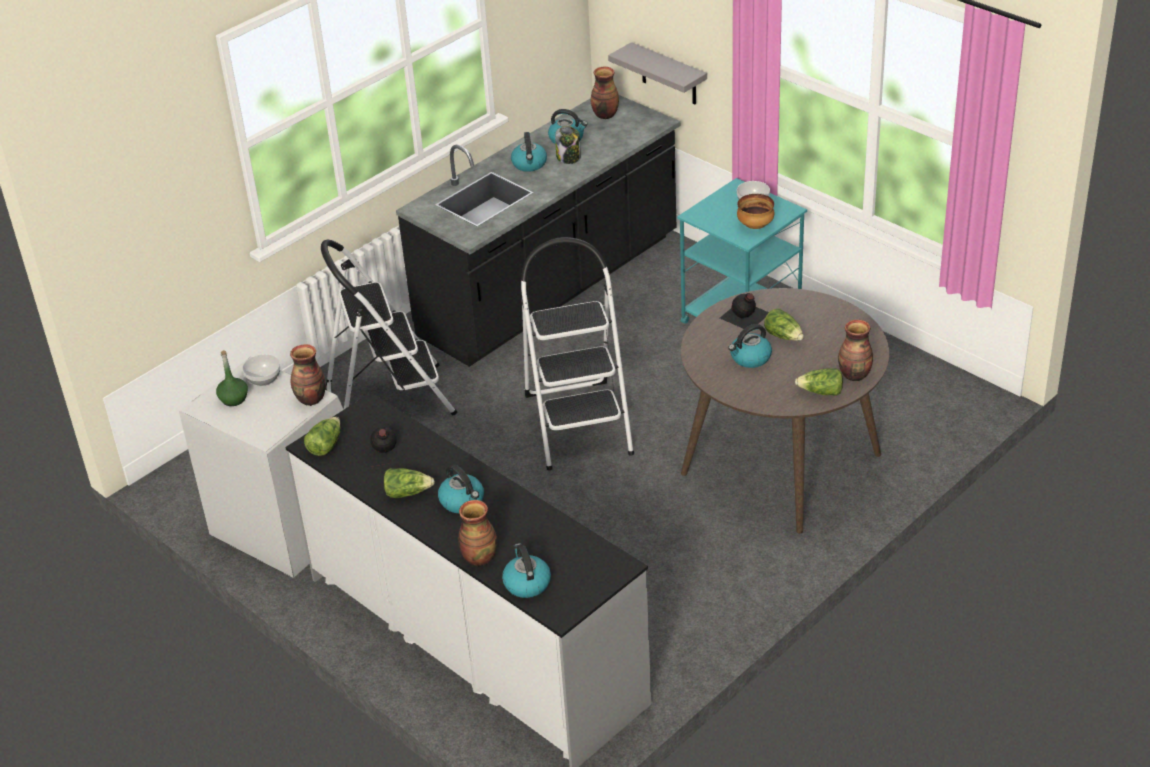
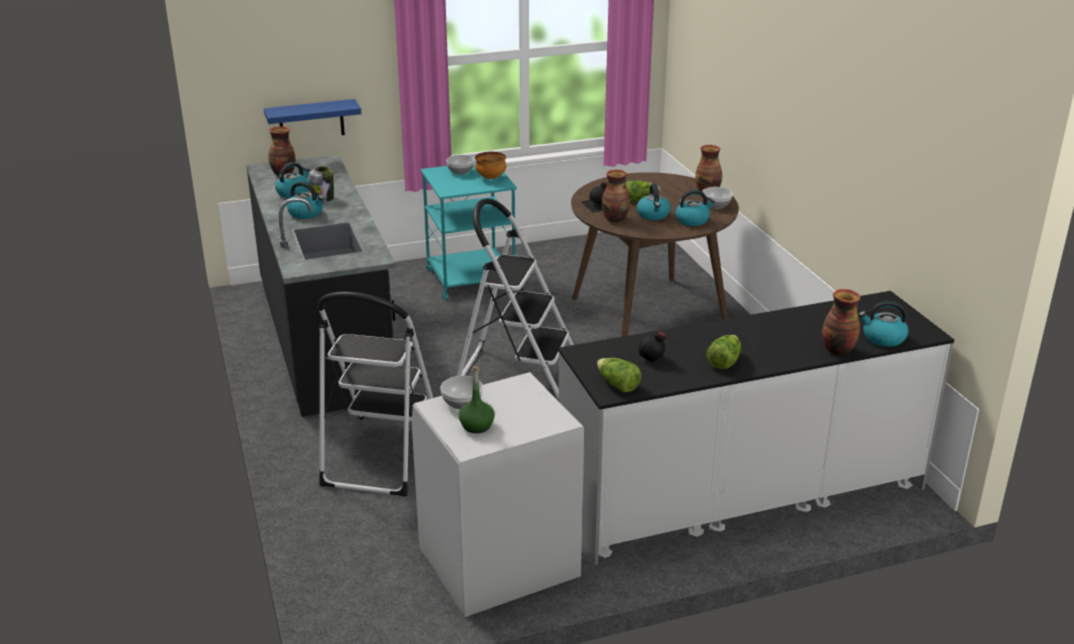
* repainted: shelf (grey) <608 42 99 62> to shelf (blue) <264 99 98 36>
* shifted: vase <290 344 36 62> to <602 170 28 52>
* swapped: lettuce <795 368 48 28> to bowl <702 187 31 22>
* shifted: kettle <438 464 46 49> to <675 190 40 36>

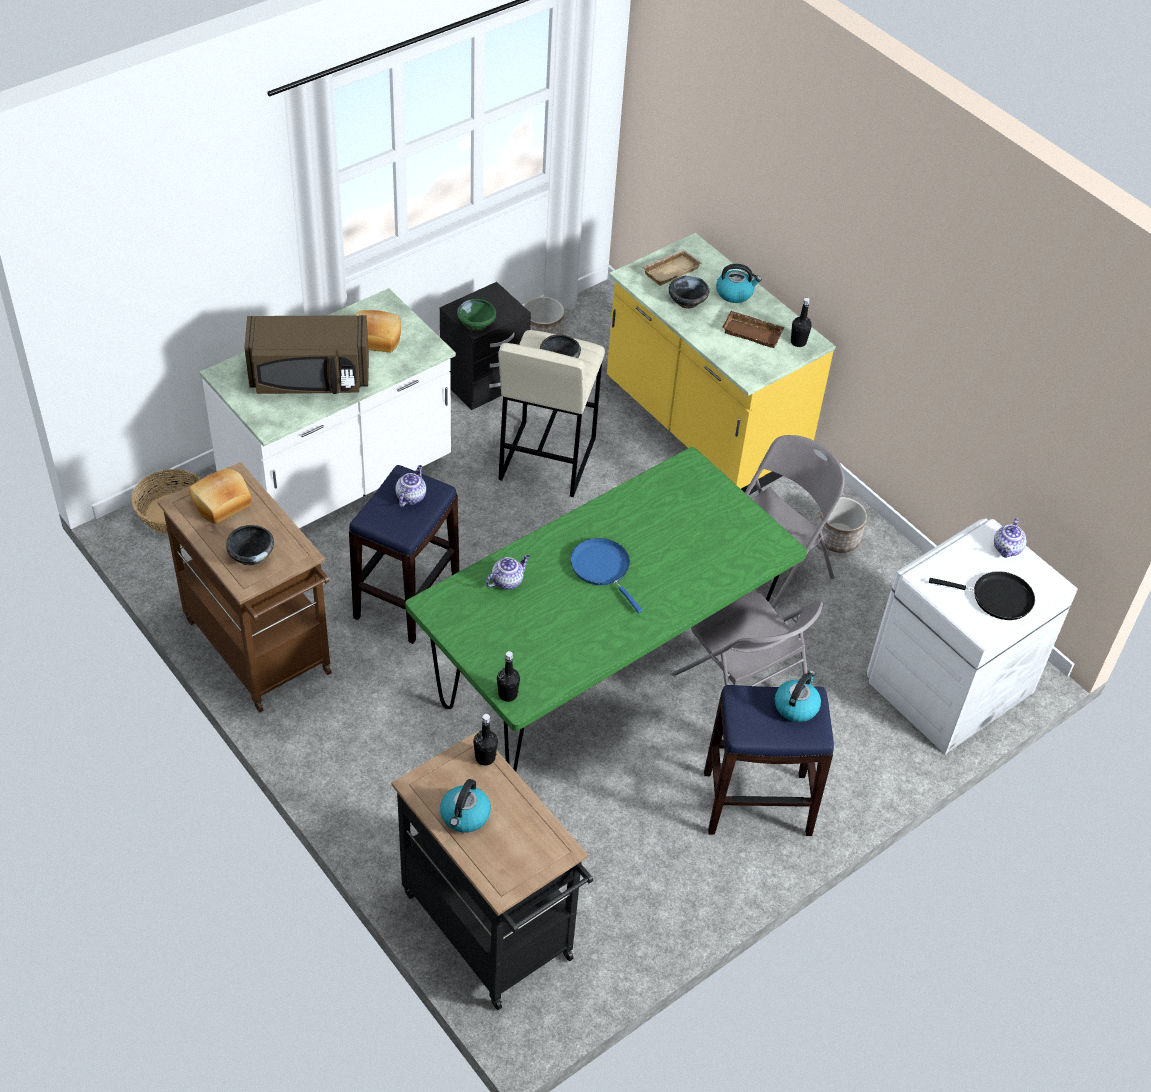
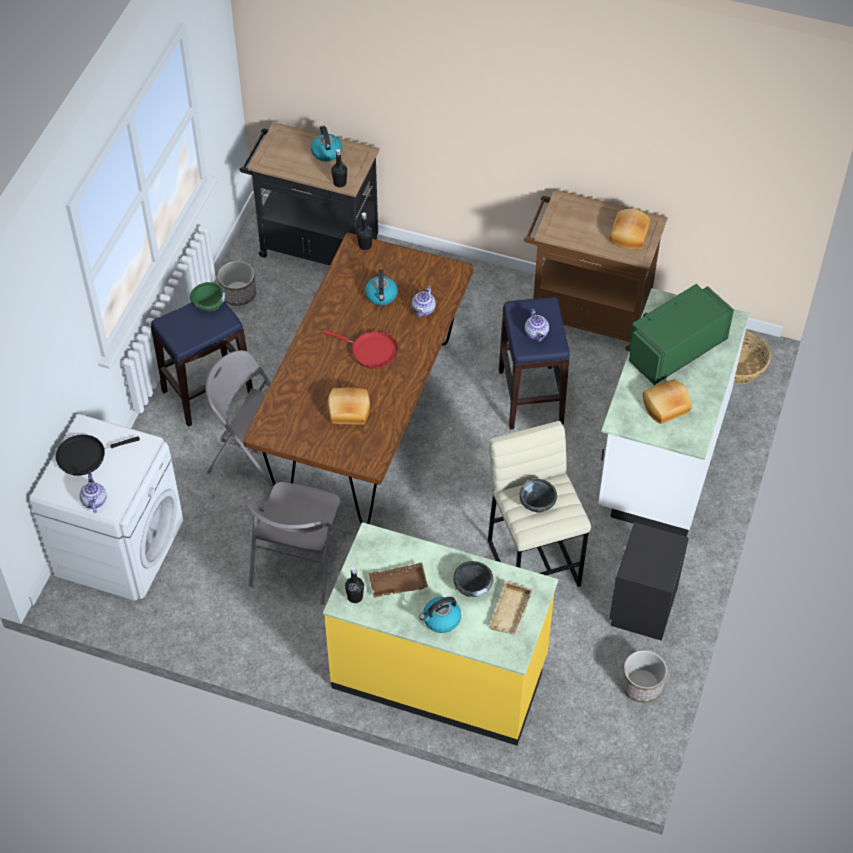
* shifted: bowl (green) <457 299 39 32> to <190 282 35 30>
* repainted: microwave (brown) <244 315 125 79> to microwave (green) <628 284 106 101>
* repainted: dining table (green) <406 447 401 325> to dining table (brown) <243 233 231 291>
* shifted: planter <817 497 50 56> to <218 261 38 45>
* gone: bowl (black) <226 525 48 41>
* repainted: frying pan (blue) <570 538 73 75> to frying pan (red) <323 330 75 39>
* shifted: kettle <774 670 47 52> to <365 270 33 35>
* new: bread <328 387 42 38>

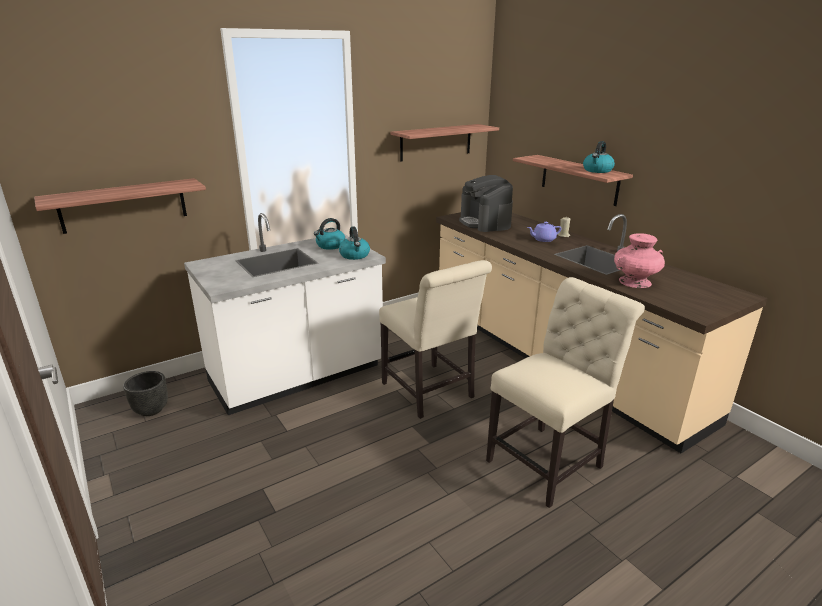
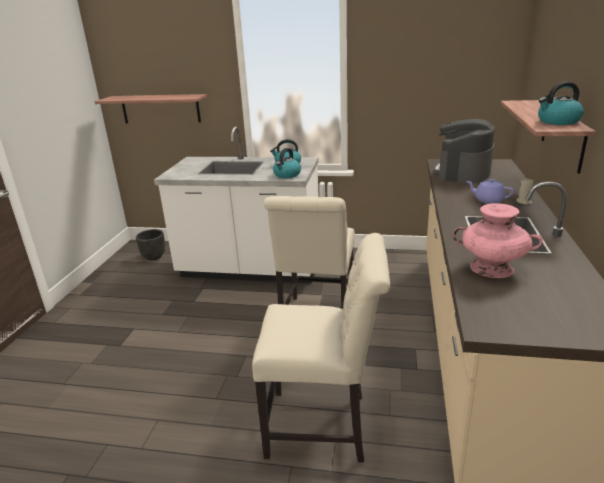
* gone: shelf <391 124 108 38>

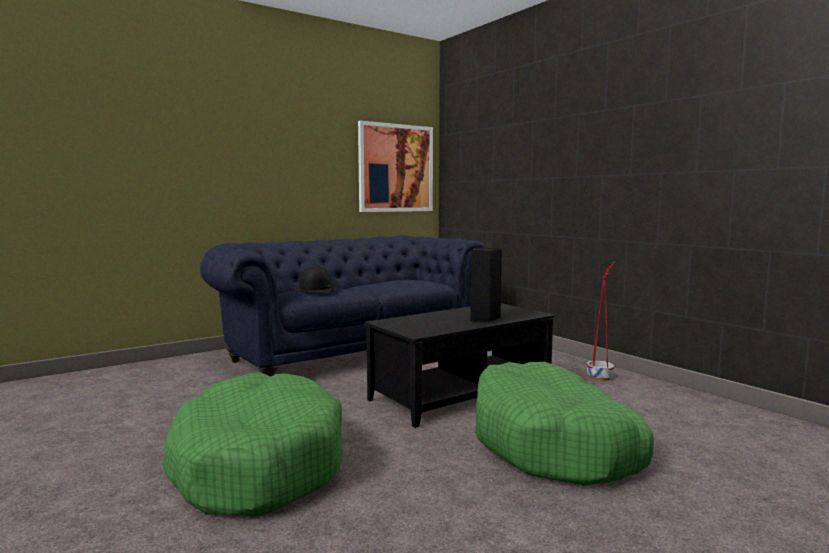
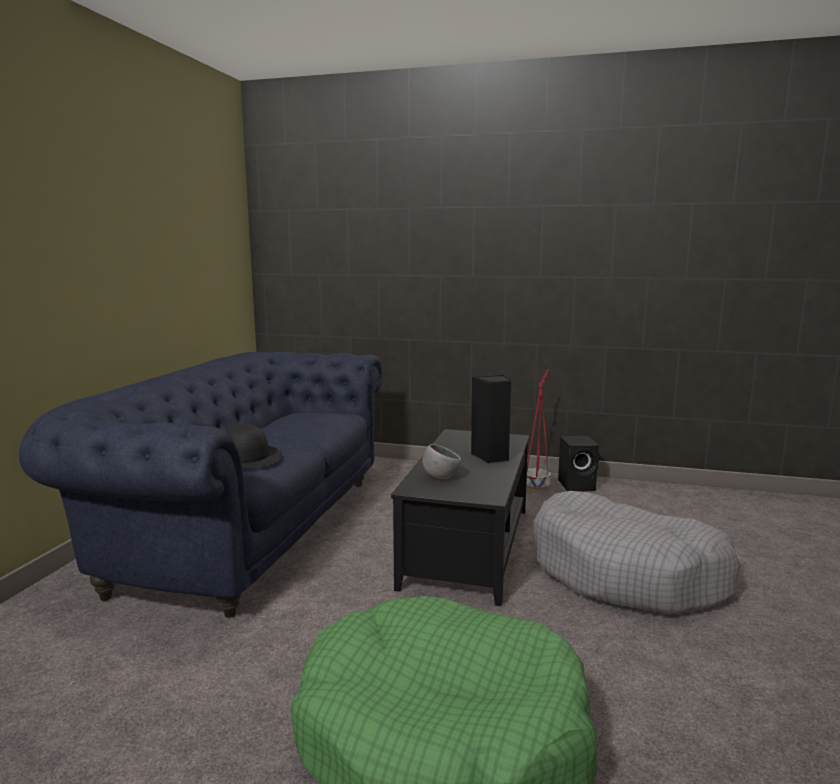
* gone: picture <358 121 75 91>
* repainted: dog bed (green) <475 362 179 124> to dog bed (grey) <533 491 208 124>
* new: speaker (black) <558 436 41 56>
* new: bowl (grey) <423 444 38 35>

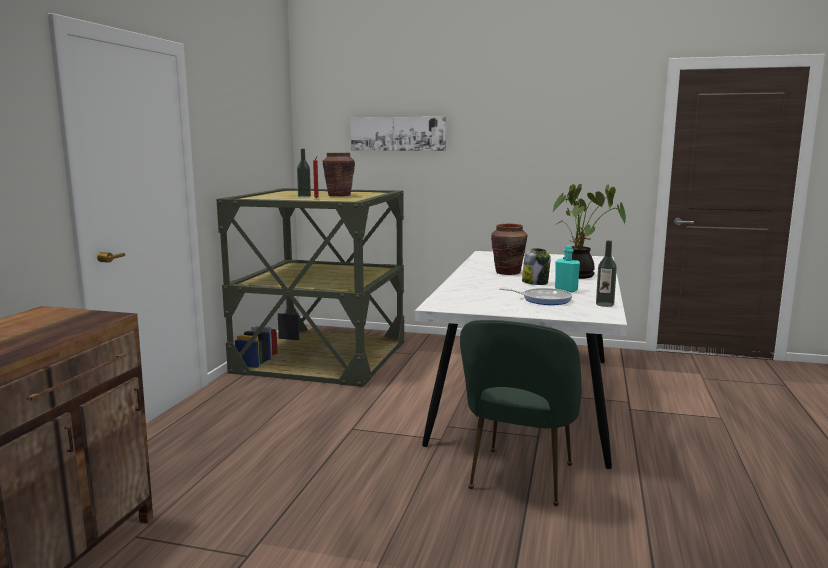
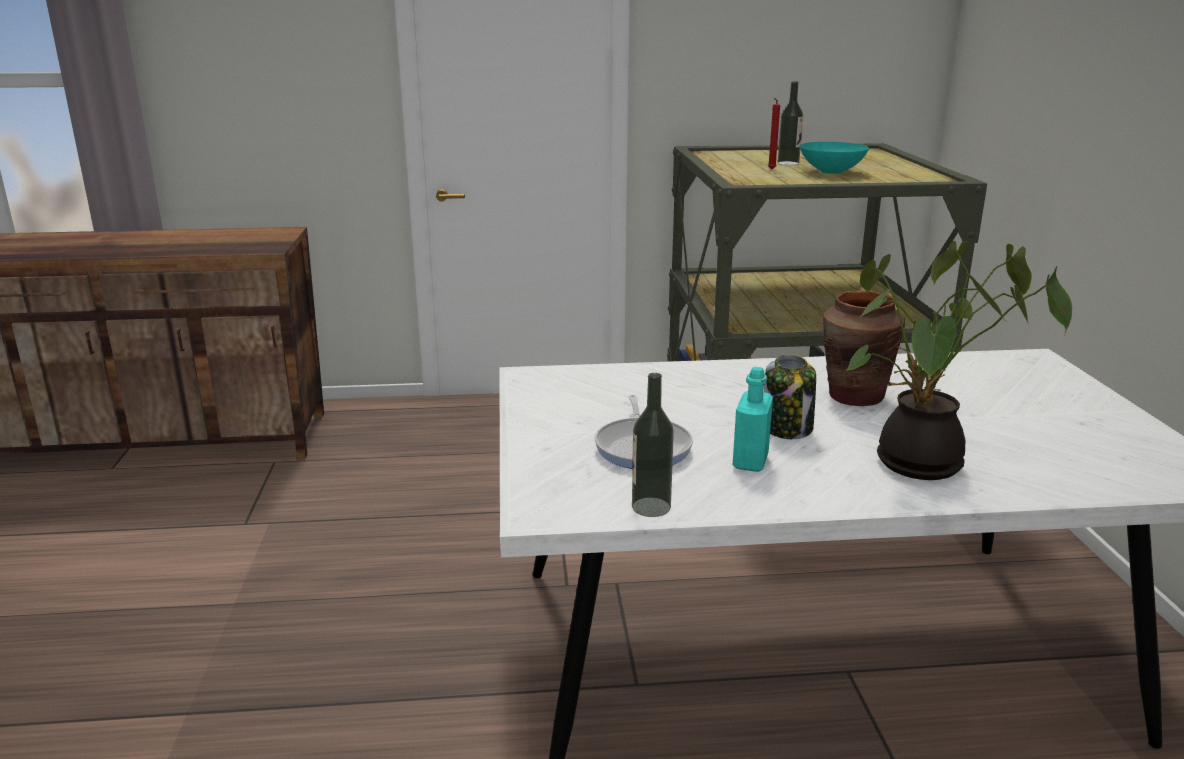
* gone: picture <351 117 95 34>
* swapped: vase (brown) <323 153 32 43> to bowl (turquoise) <800 142 69 32>
* gone: chair (green) <460 320 122 186>

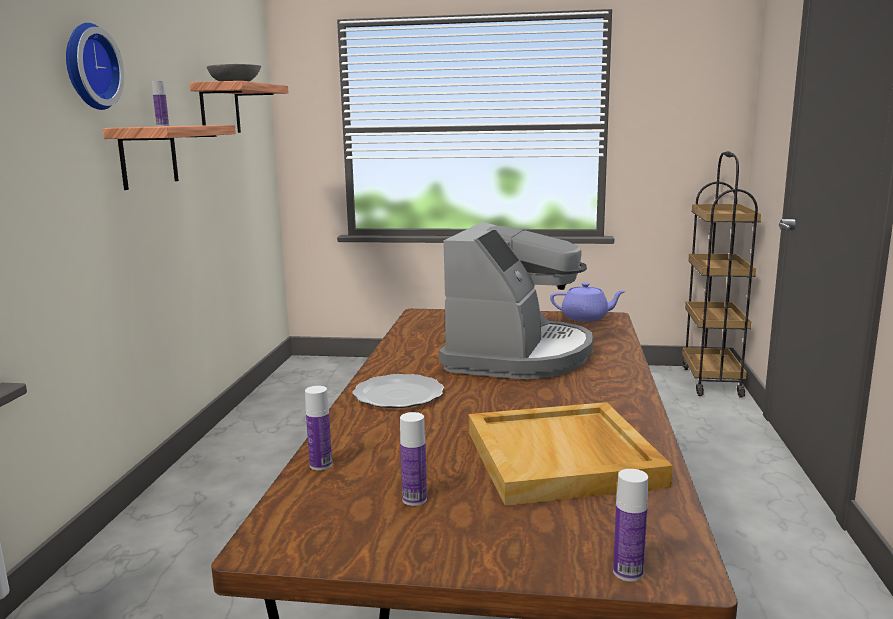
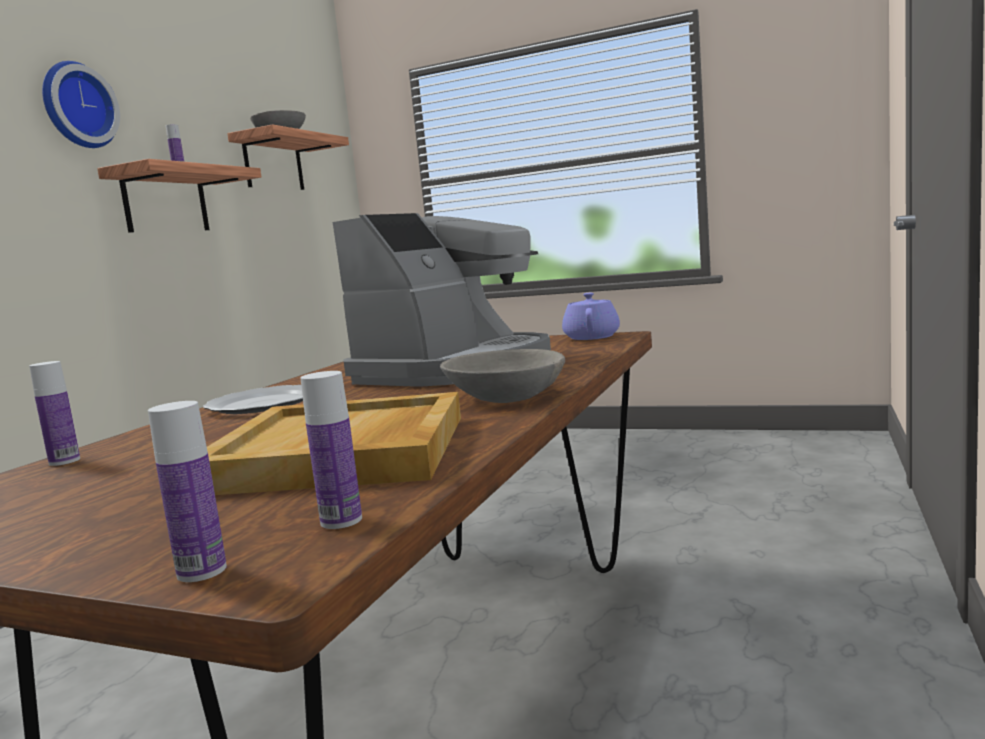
* gone: cart (brown) <682 151 79 247>
* rotated: teapot (purple) <550 282 76 40> = <562 293 58 47> 105 degrees counterclockwise
* shifted: bottle <400 412 27 94> to <300 371 62 158>
* new: bowl (grey) <440 349 125 54>

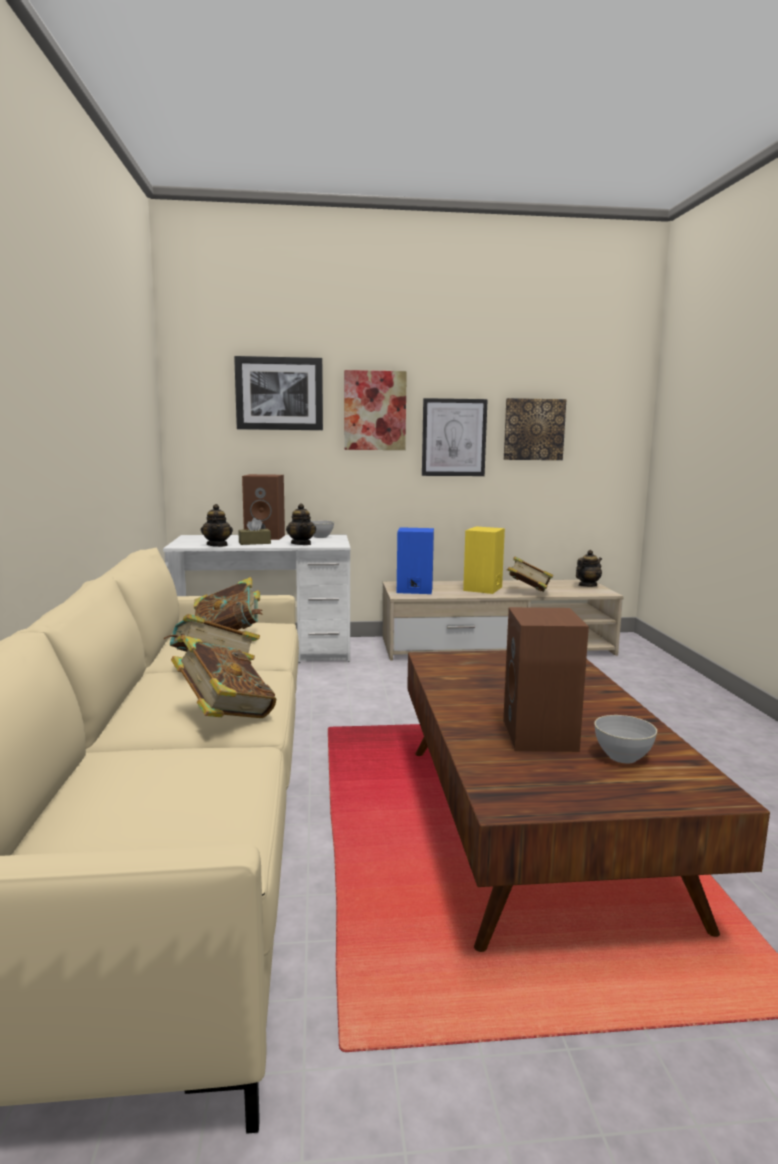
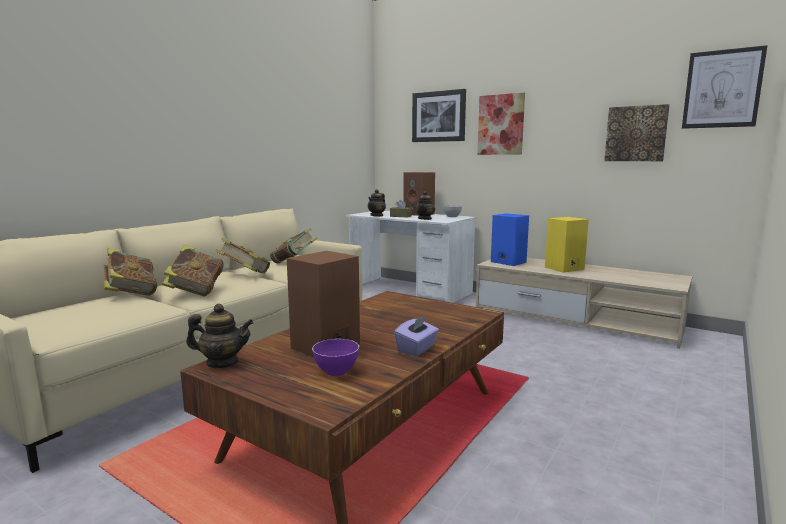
* shifted: picture <422 398 66 78> to <682 45 86 84>
* shifted: teapot <576 550 26 37> to <186 304 67 64>
* shifted: book <507 556 46 36> to <104 248 53 48>
* repainted: bowl (grey) <595 715 62 48> to bowl (purple) <312 339 47 37>
* new: tissue box (purple) <394 315 45 41>

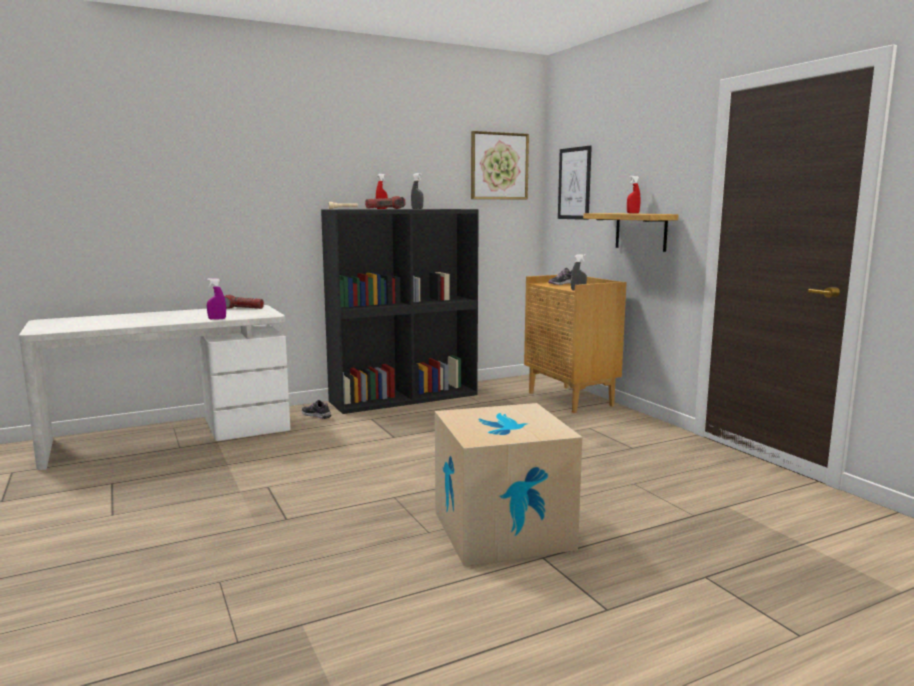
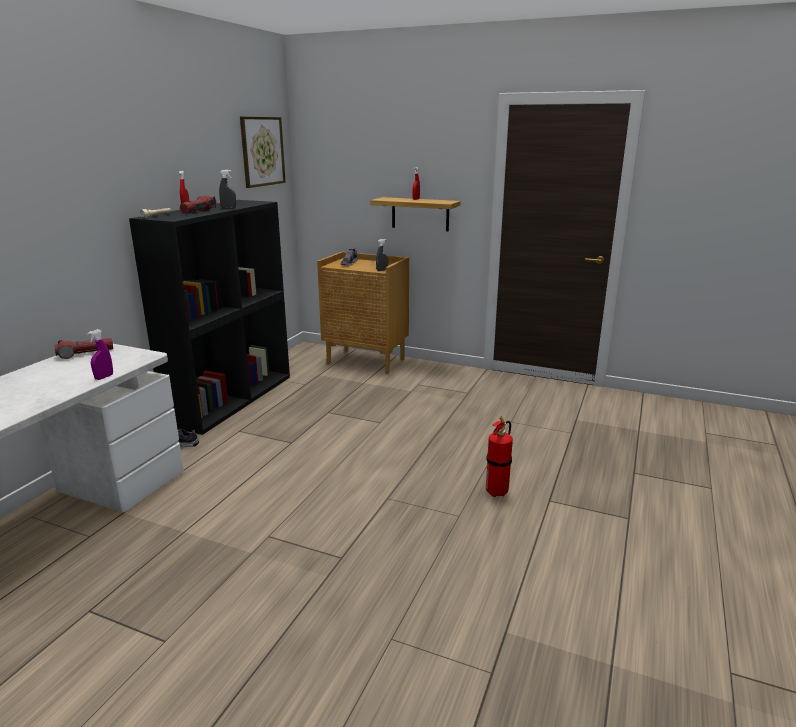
* gone: picture <558 146 34 74>
* swapped: cardboard box <435 403 147 163> to fire extinguisher <486 416 27 81>

